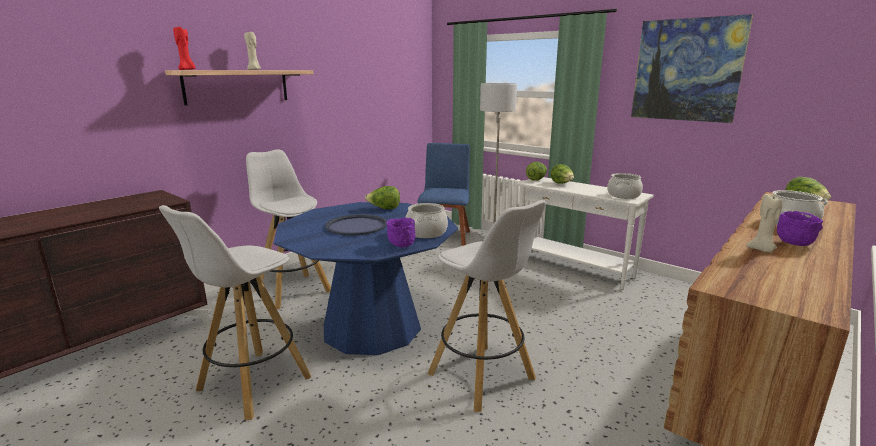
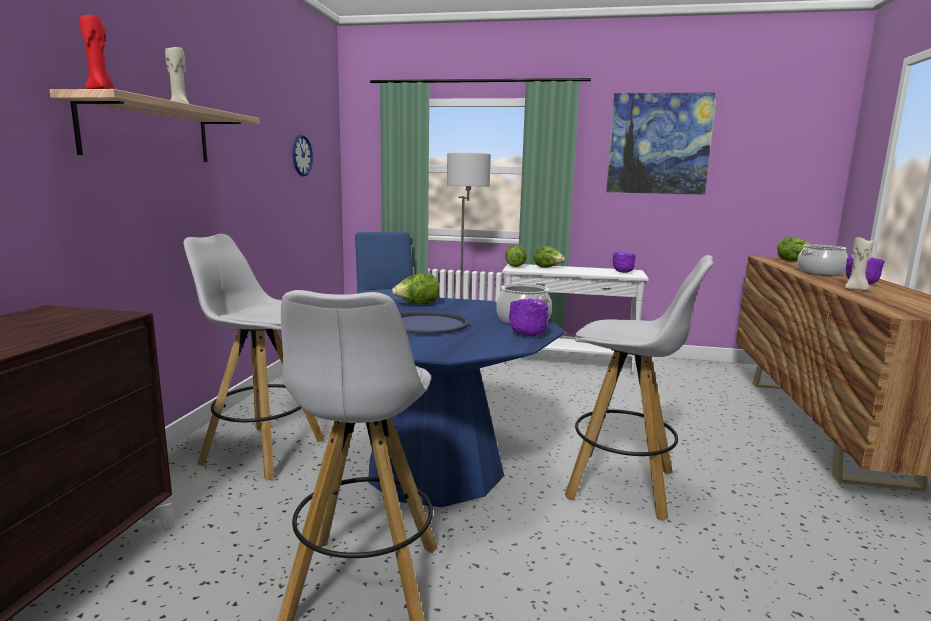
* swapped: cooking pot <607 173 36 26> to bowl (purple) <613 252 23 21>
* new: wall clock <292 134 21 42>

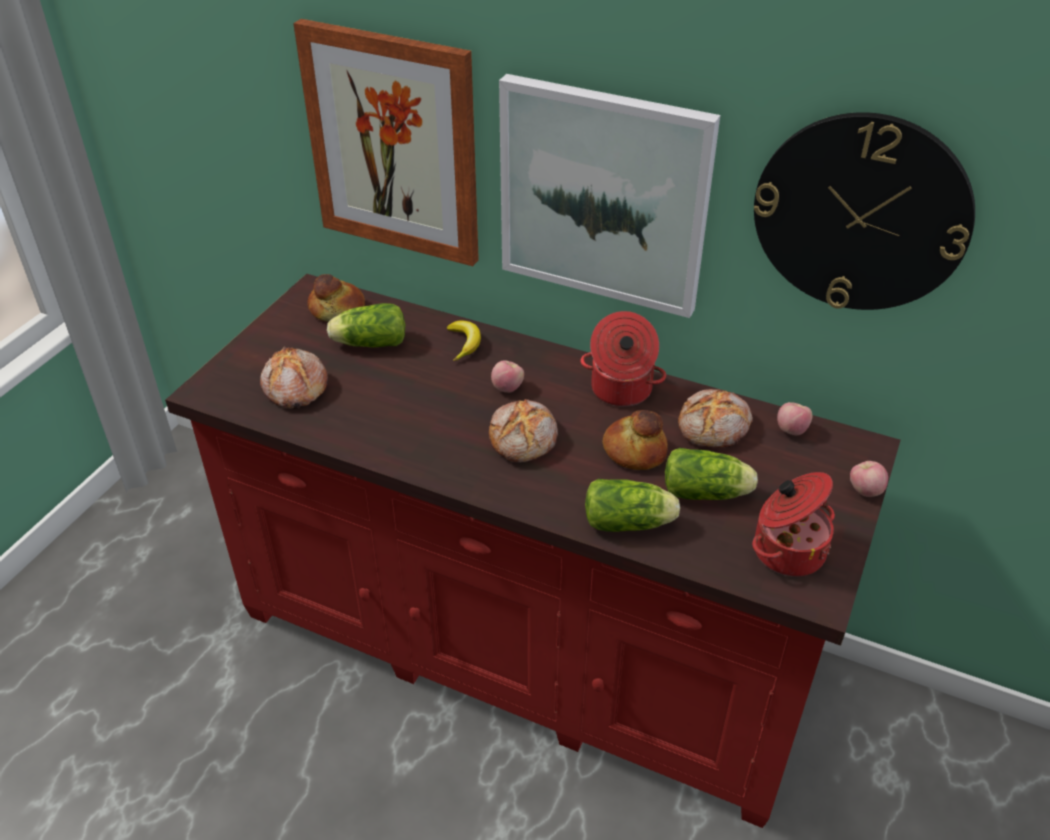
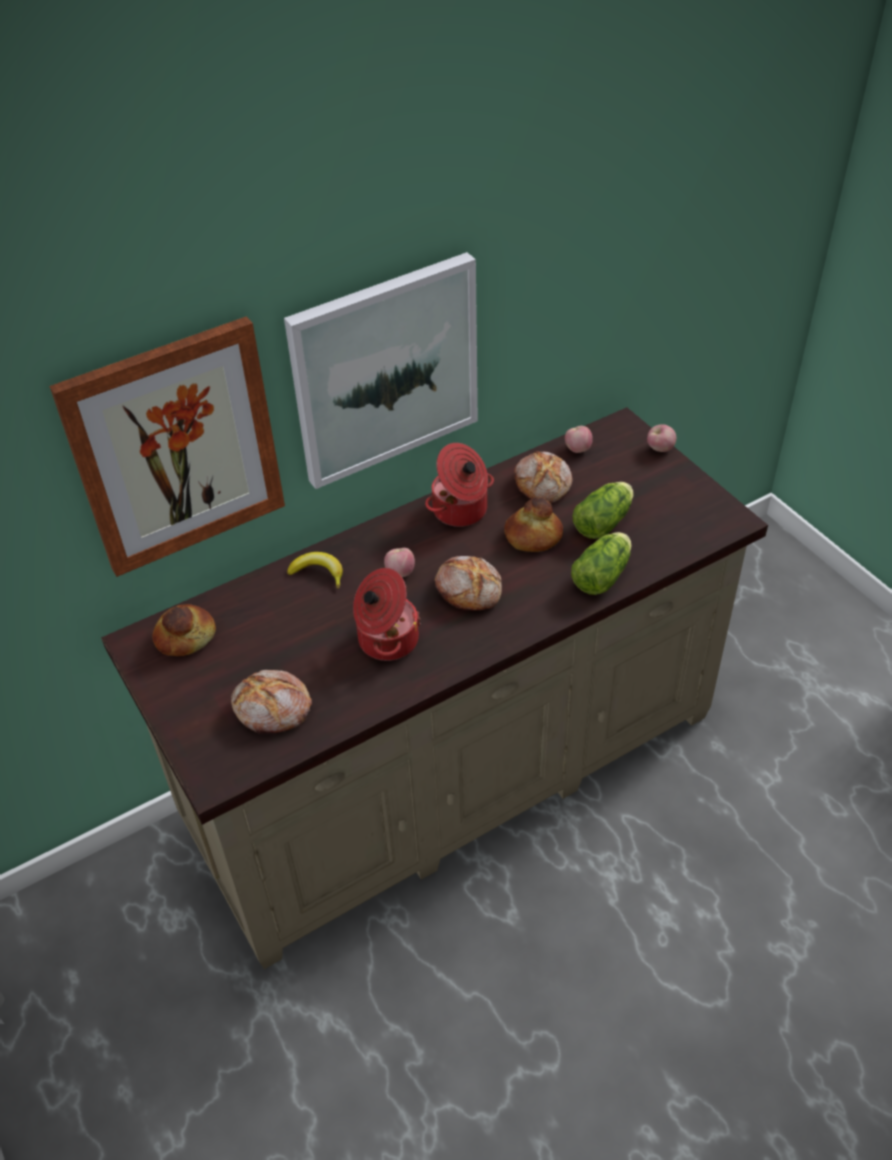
* gone: wall clock <754 112 221 198>
* repainted: cabinet (red) <165 274 736 554> to cabinet (beige) <101 407 667 562>
* gone: lettuce <327 303 78 45>
* shifted: cooking pot <752 472 83 105> to <353 568 68 93>

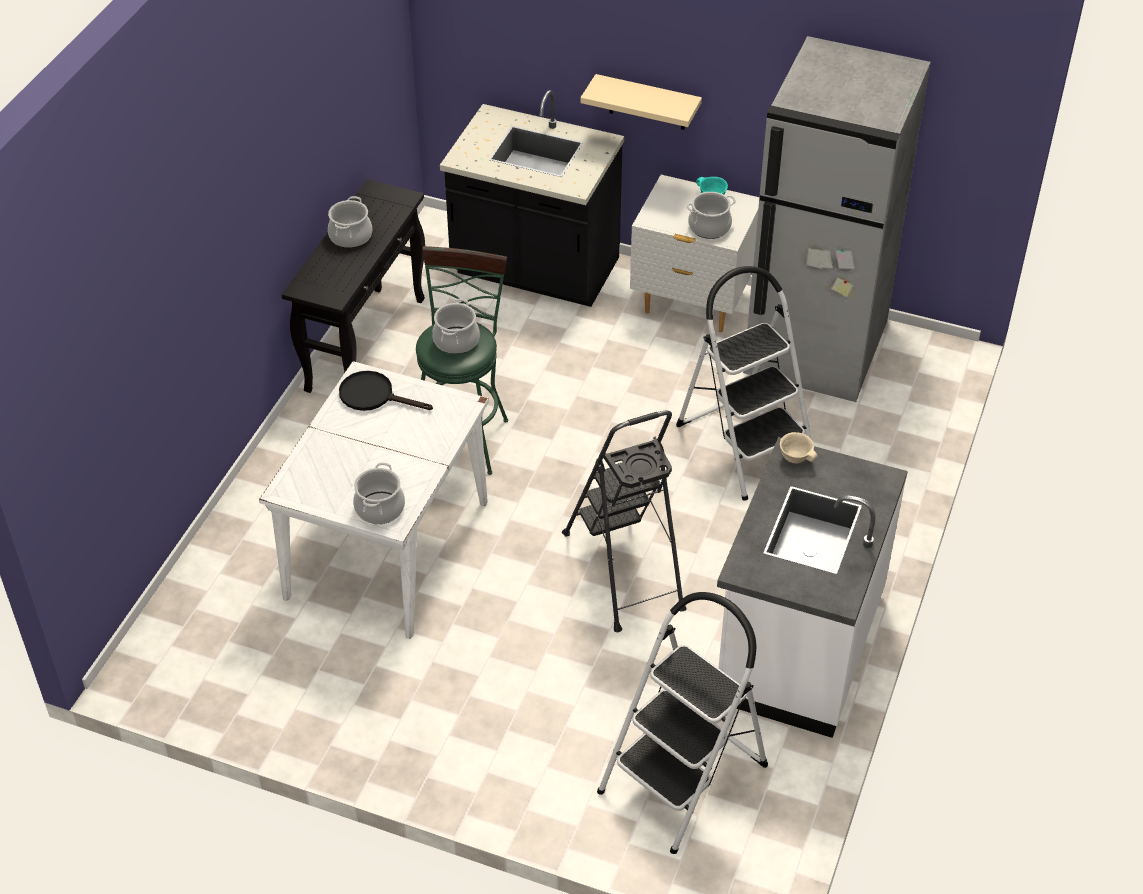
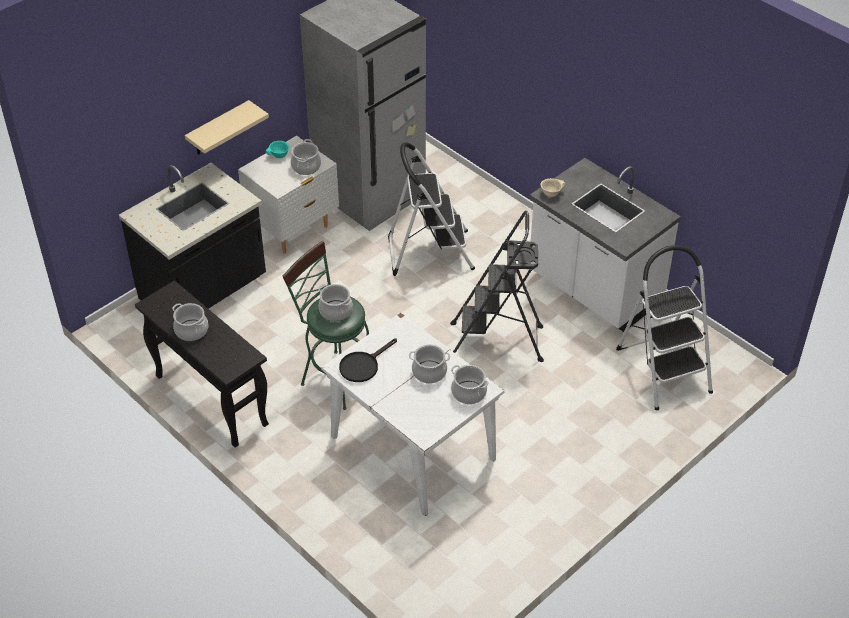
* new: cooking pot <409 344 41 39>

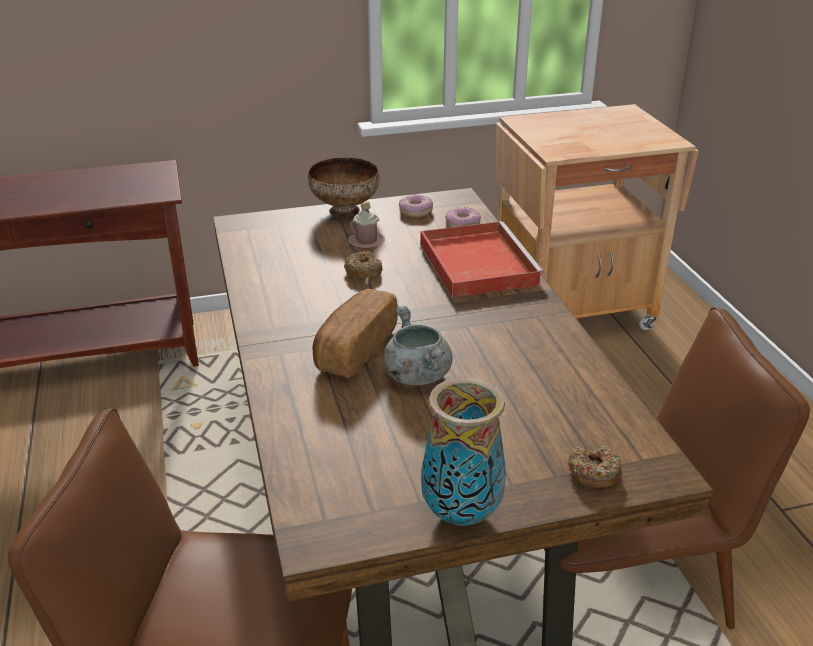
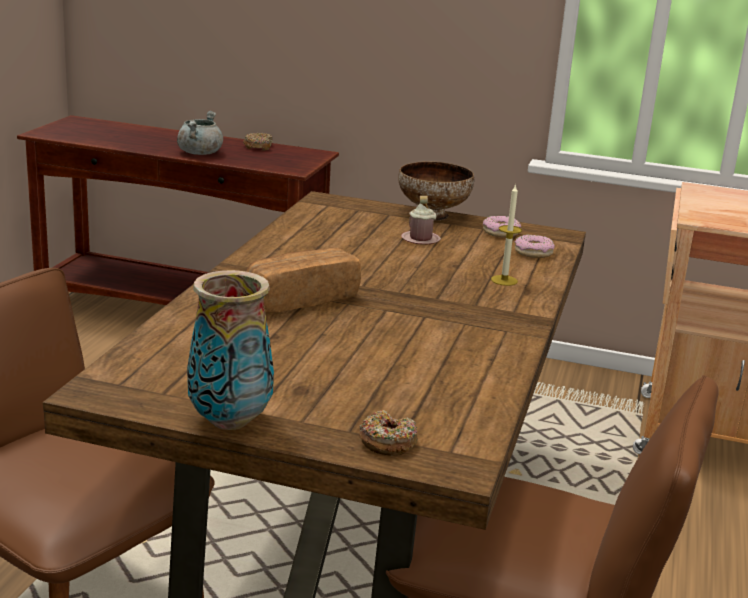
* swapped: tray (red) <420 221 124 76> to candle <491 184 31 102>
* shifted: donut <344 251 39 29> to <243 133 30 18>
* shifted: cooking pot (grey) <384 306 68 79> to <177 111 46 44>

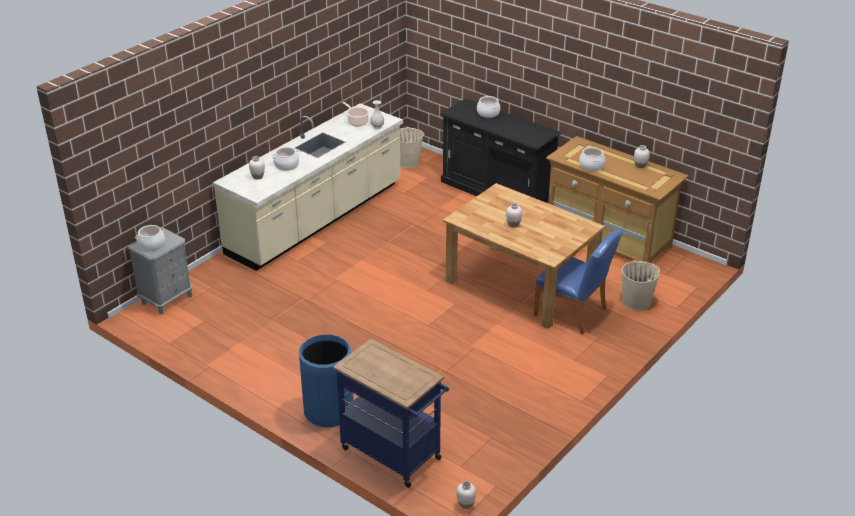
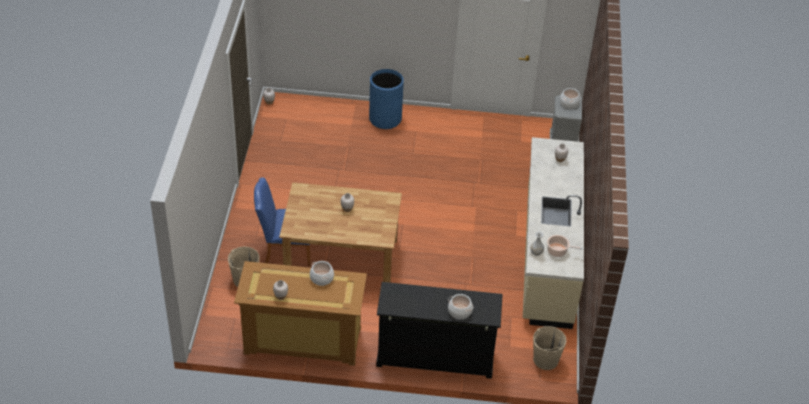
* gone: cooking pot <272 147 28 24>
* gone: cart (blue) <333 339 116 149>

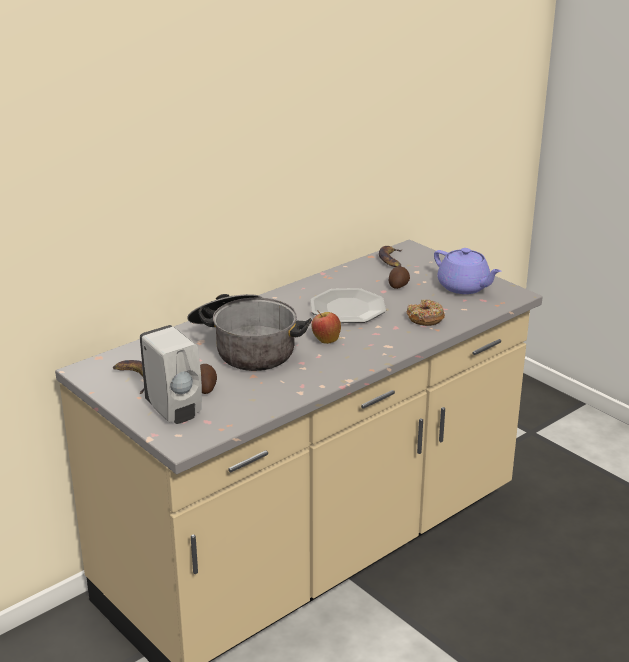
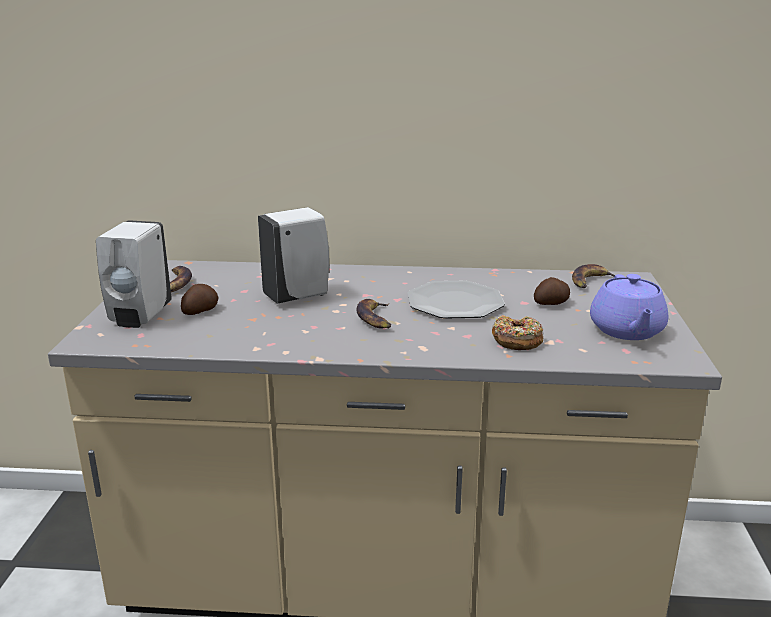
* swapped: cooking pot <187 294 125 77> to soap dispenser (white) <258 207 71 97>
* swapped: apple <312 311 29 33> to banana <356 299 35 30>

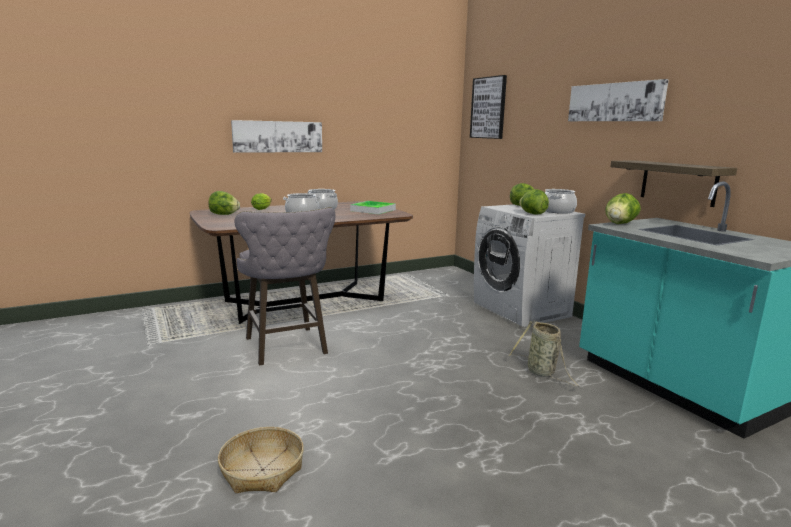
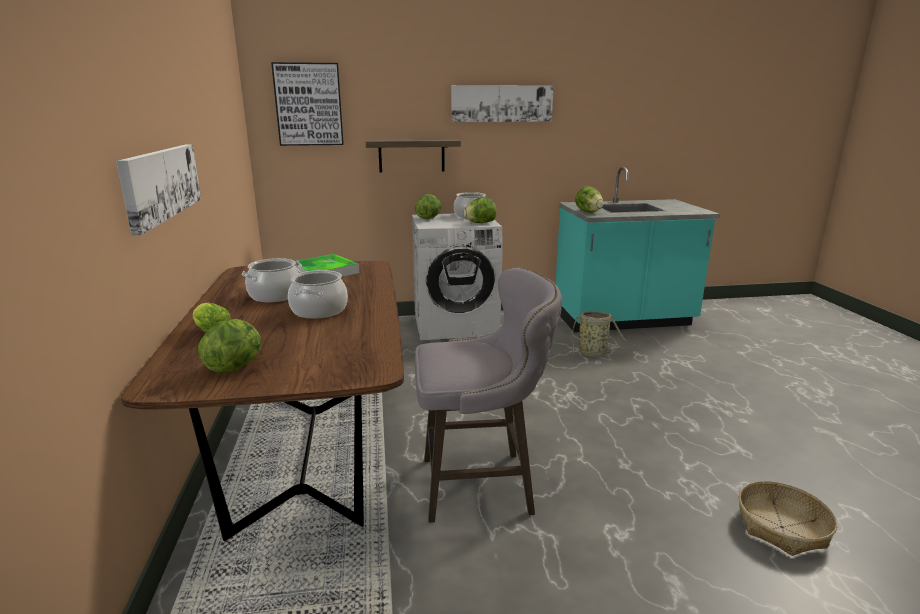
* shifted: shelf <610 160 127 47> to <366 139 95 34>

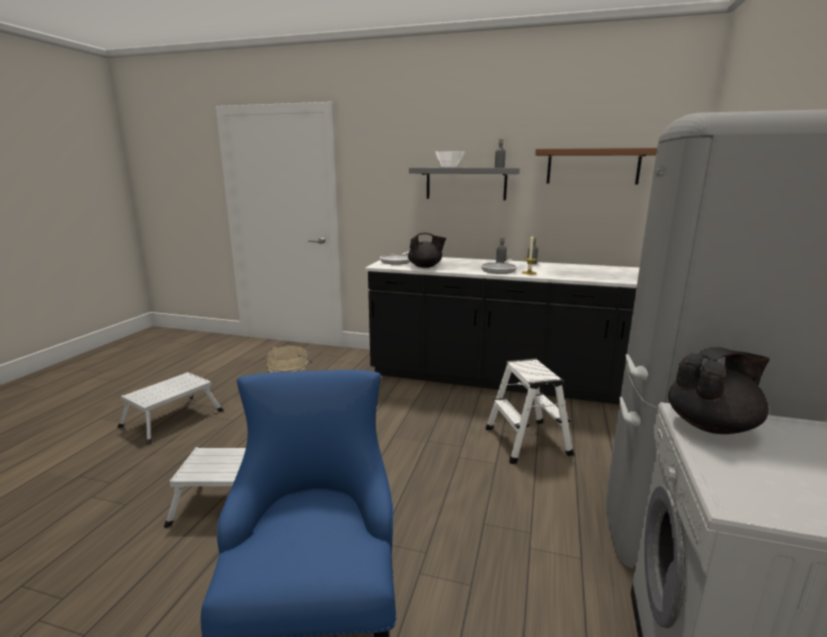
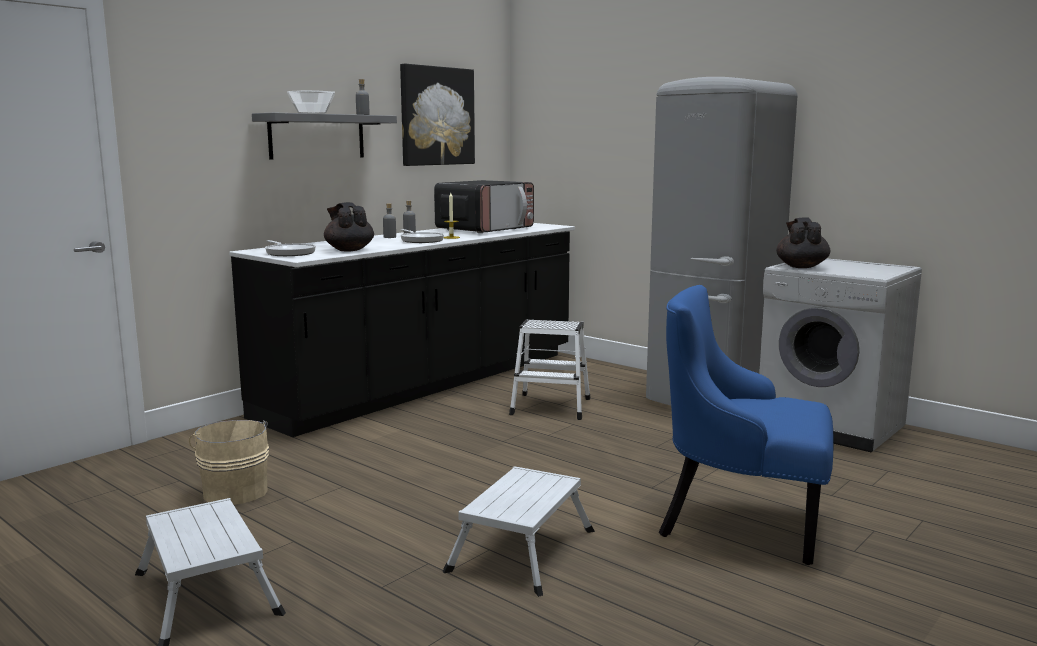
* swapped: shelf (brown) <535 148 122 36> to picture <400 64 75 102>
* rotated: teapot (black) <408 233 38 35> = <324 202 50 50> 60 degrees counterclockwise
* new: microwave <434 180 100 53>

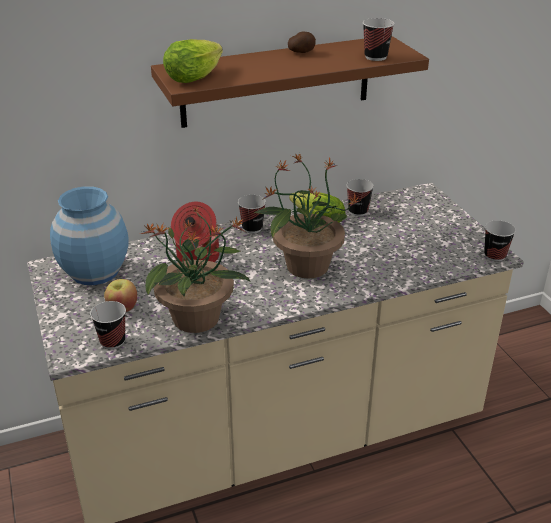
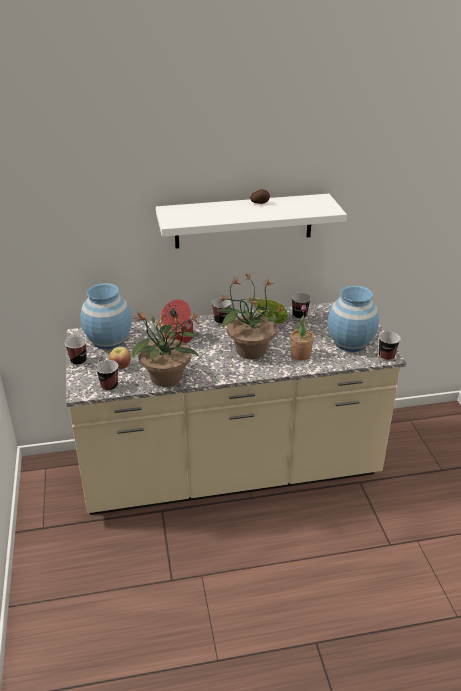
* shifted: cup <363 18 31 43> to <65 336 22 30>
* repainted: shelf (brown) <151 36 278 92> to shelf (white) <156 194 191 55>
* gone: lettuce <163 39 60 44>
* new: vase (blue) <328 286 51 66>
* new: potted plant <290 305 24 55>

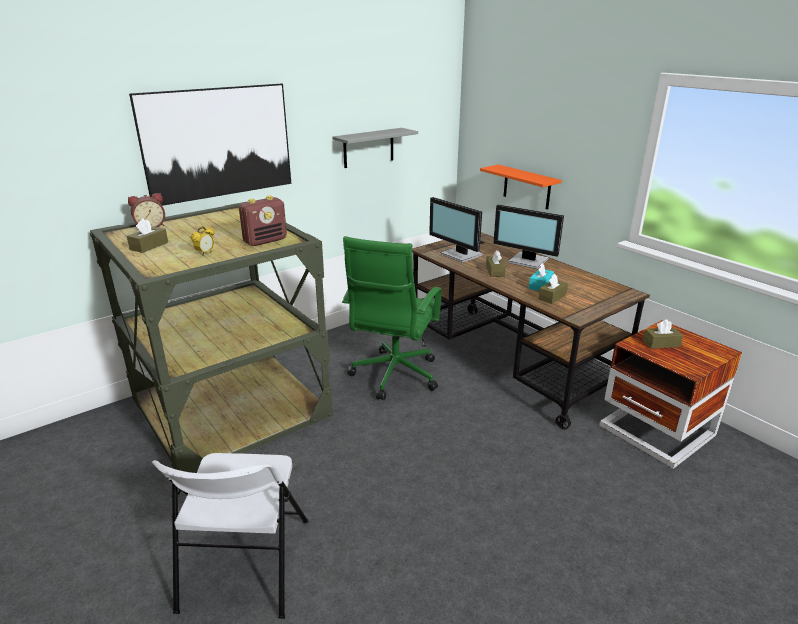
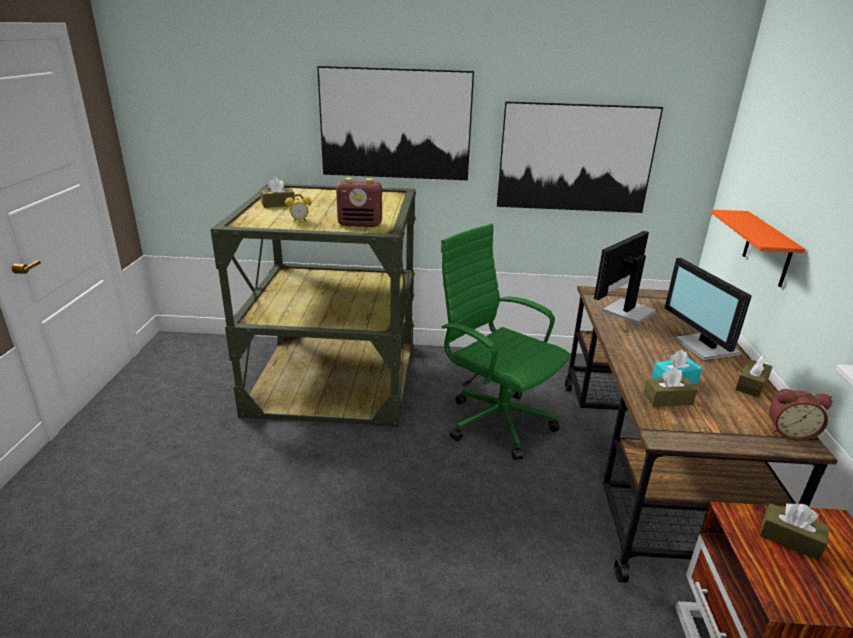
* swapped: shelf (grey) <333 128 85 40> to picture <497 101 166 112>
* shifted: alarm clock <128 193 37 37> to <769 389 63 52>
* rotated: monitor <429 197 54 66> = <594 231 62 93> 45 degrees clockwise
* rotated: office chair (green) <342 236 100 164> = <441 224 129 236> 75 degrees clockwise
* shifted: tissue box (brown) <486 250 20 27> to <735 356 38 42>
* gone: chair (white) <152 453 157 166>

